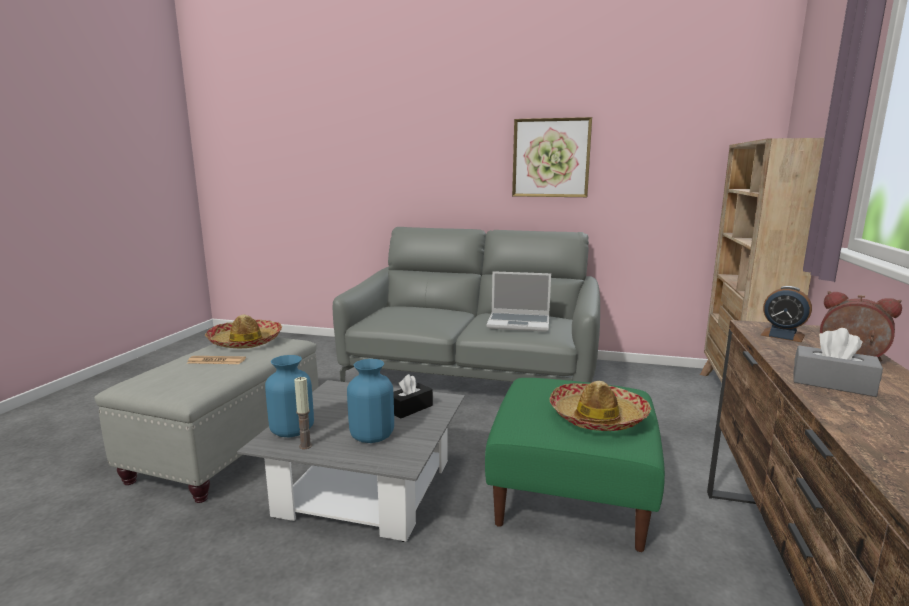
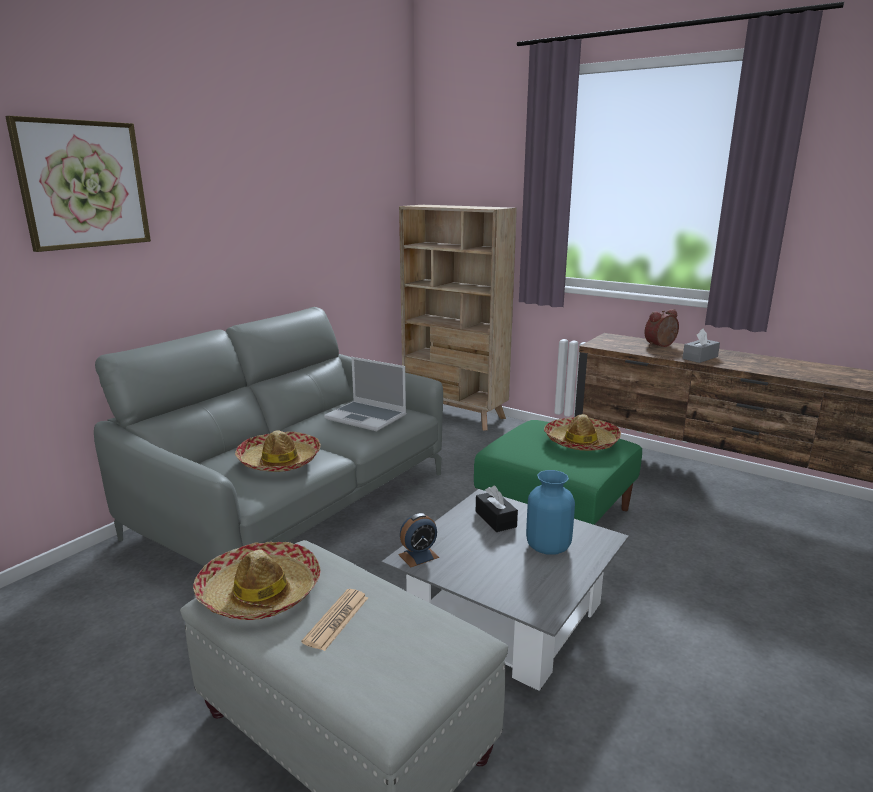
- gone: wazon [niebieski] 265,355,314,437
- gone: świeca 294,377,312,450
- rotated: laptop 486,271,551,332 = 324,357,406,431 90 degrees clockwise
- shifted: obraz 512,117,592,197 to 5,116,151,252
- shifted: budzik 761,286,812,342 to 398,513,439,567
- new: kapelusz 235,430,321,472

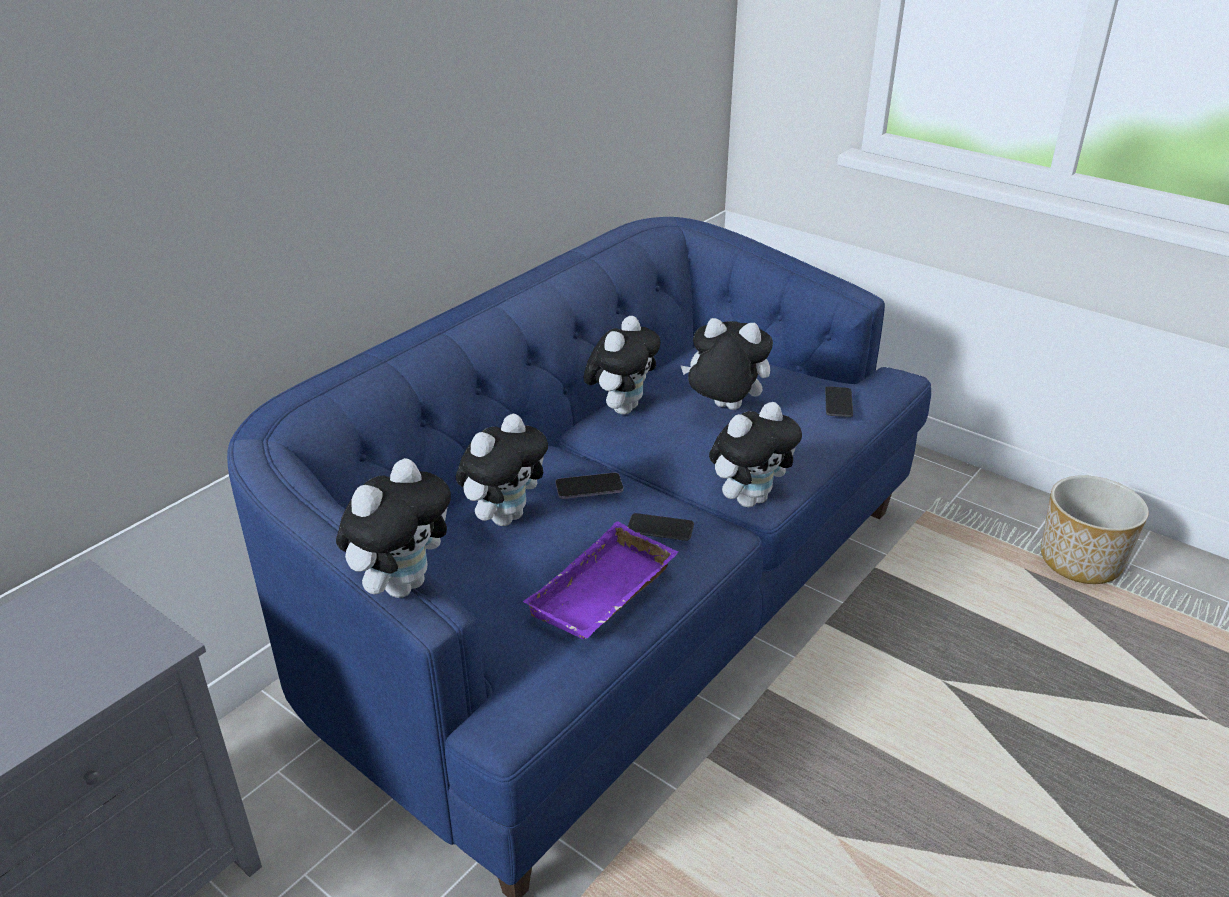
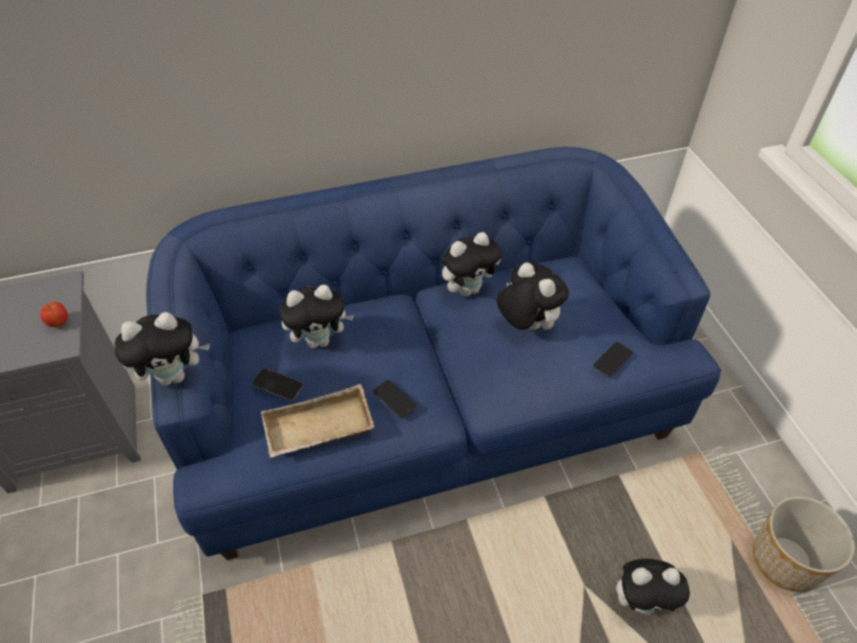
- repainted: taca [fioletowy] 523,521,678,639 to taca [beżowy] 261,384,375,458
- shifted: telefon 555,473,623,499 to 252,368,304,401
- shifted: pluszak 709,402,802,507 to 616,559,690,614
- new: jabłko 40,302,68,327

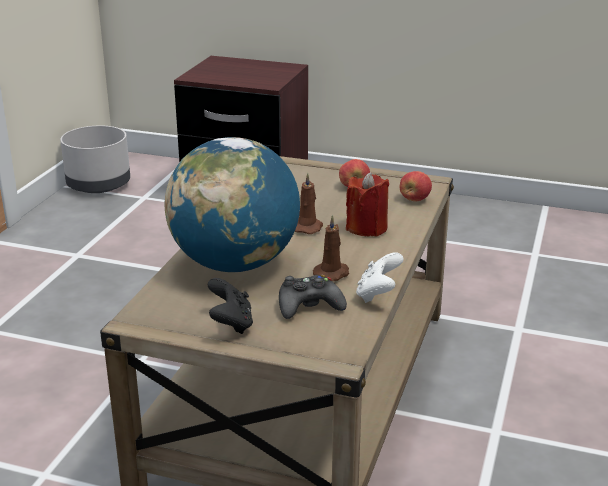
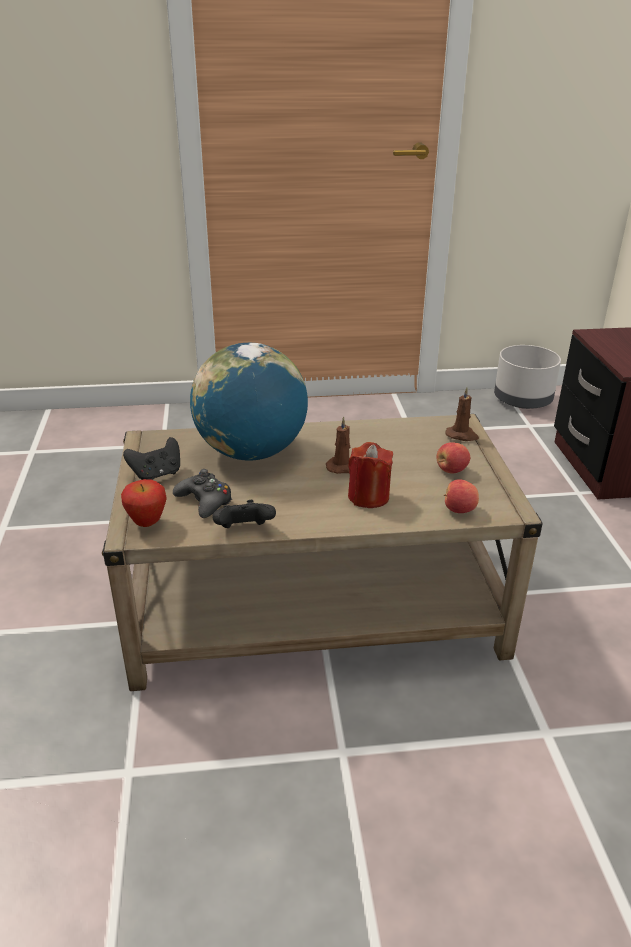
- shifted: świeca [brązowy] 313,215,349,281 to 445,387,479,441
- repainted: pad do gier [biały] 356,252,404,303 to pad do gier [czarny] 213,500,276,528
- new: jabłko 121,479,167,527

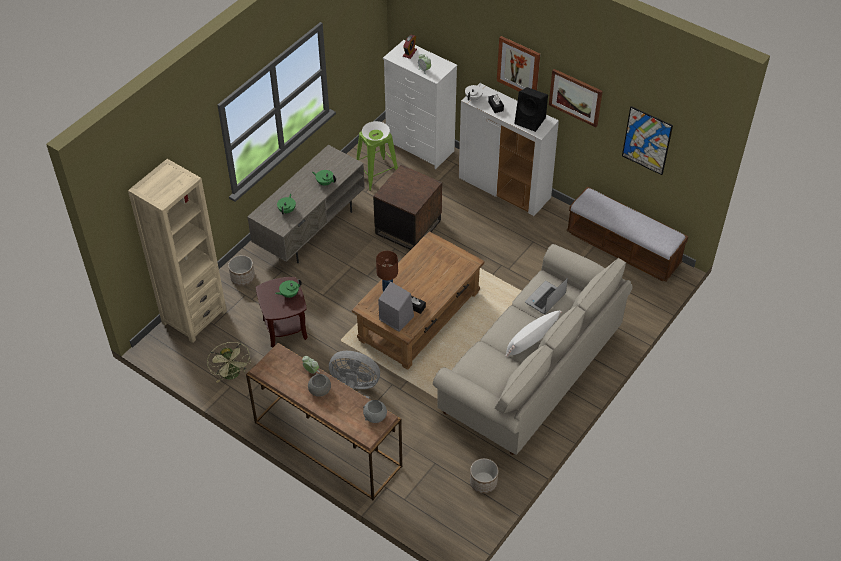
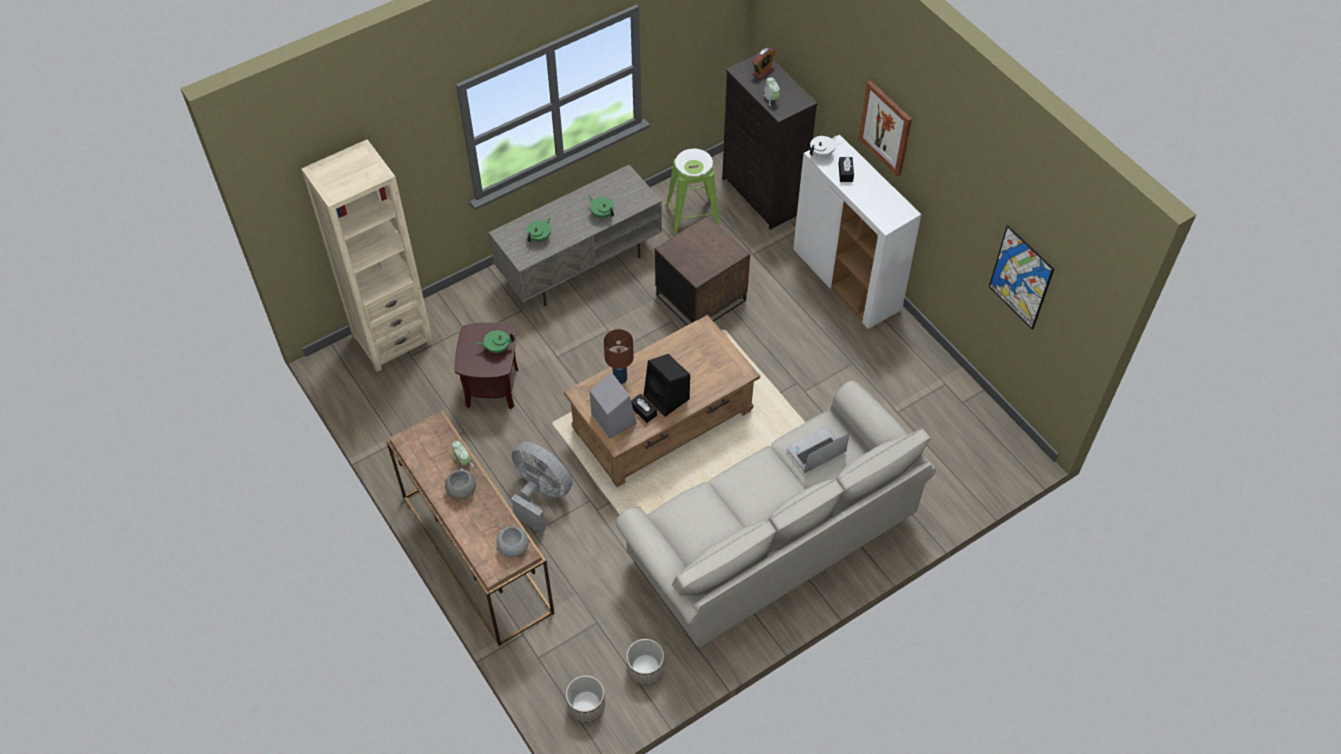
- gone: wentylator [zielony] 207,342,251,383
- shifted: donica 228,255,255,286 to 566,675,605,723
- repainted: komoda [biały] 383,40,457,169 to komoda [czarny] 722,54,818,230
- gone: poduszka [biały] 505,311,562,357
- shifted: głośnik [czarny] 514,87,548,132 to 644,354,690,417
- gone: obraz 549,69,603,127
- gone: ławka 566,187,689,282

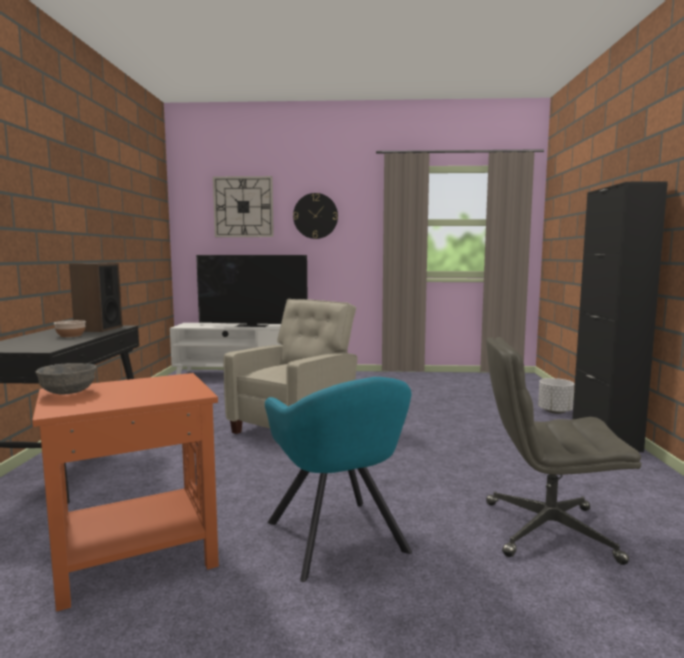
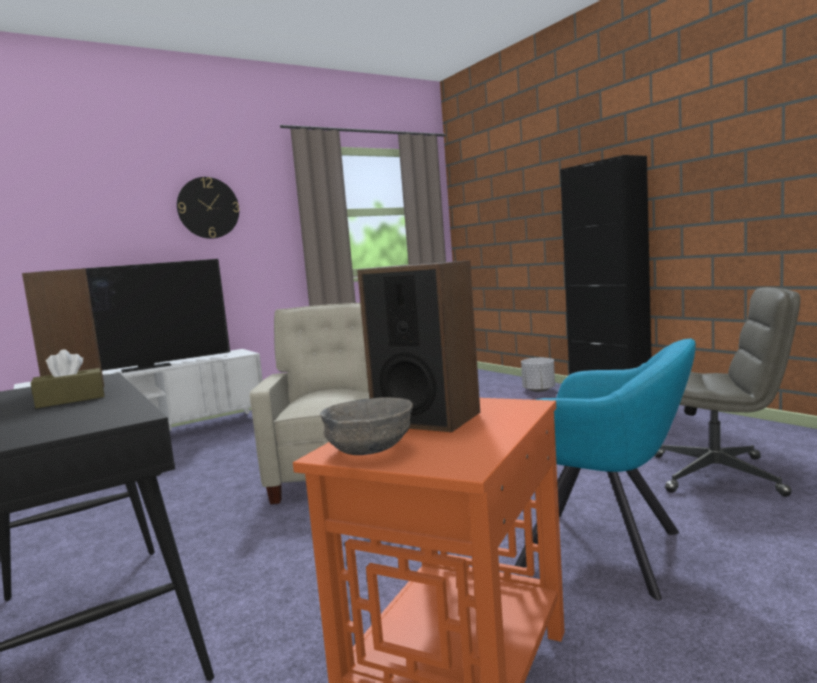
- swapped: miska 54,320,86,337 to pudełko chusteczek [brązowy] 31,349,105,409
- gone: zegar ścienny 213,176,274,237
- rotated: krzesło biurowe [szary] 486,337,641,565 = 654,287,801,497 135 degrees counterclockwise
- new: głośnik 357,260,480,432

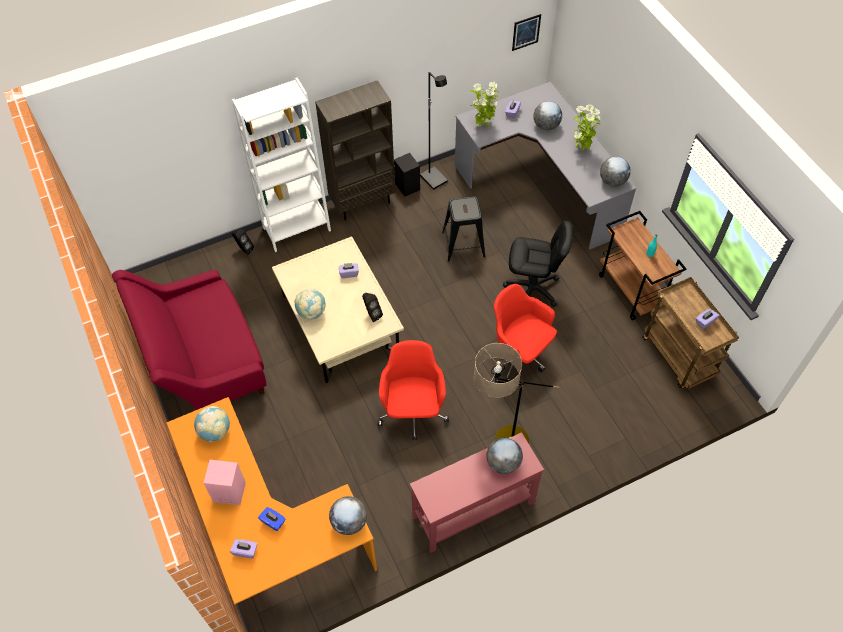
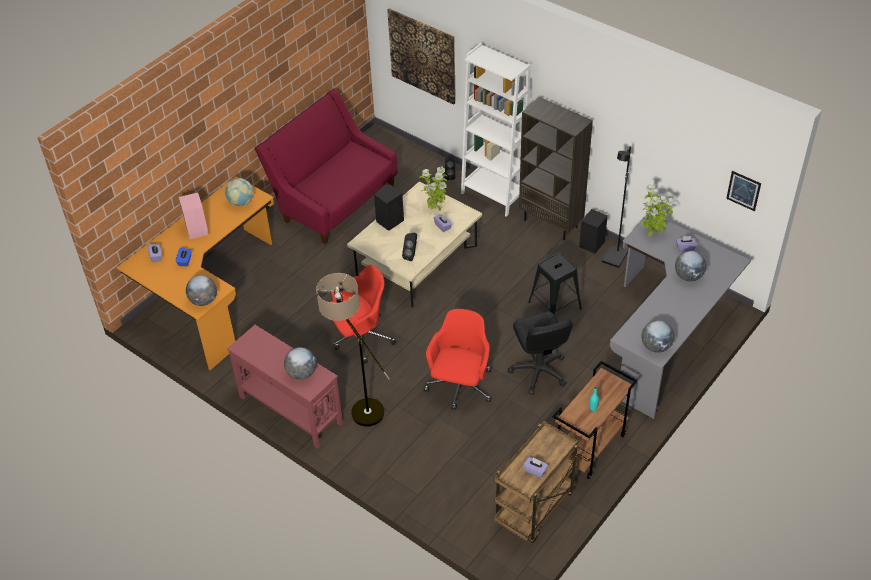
- swapped: globus 294,288,326,319 to głośnik [czarny] 374,184,404,231
- shifted: roślina doniczkowa 573,104,601,150 to 419,167,447,211
- new: obraz 387,8,456,105

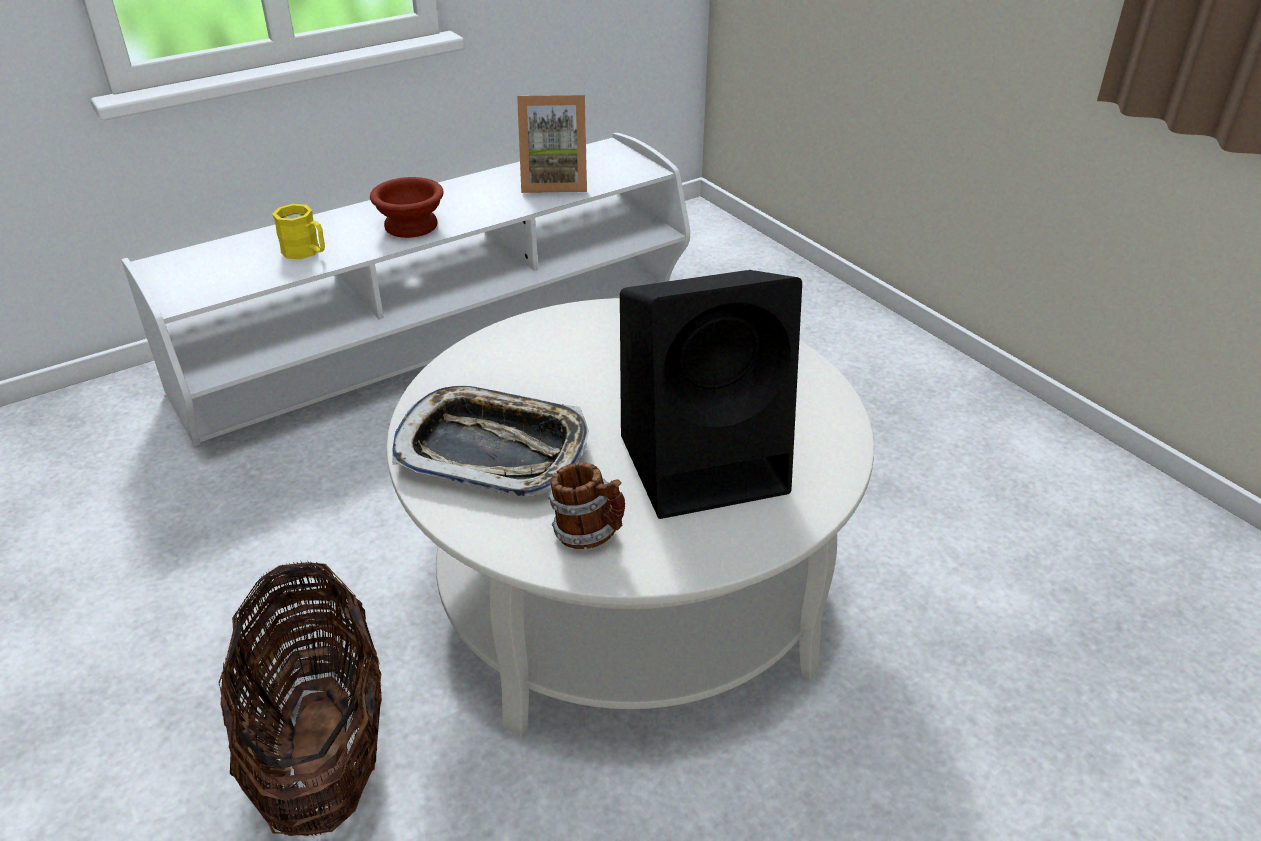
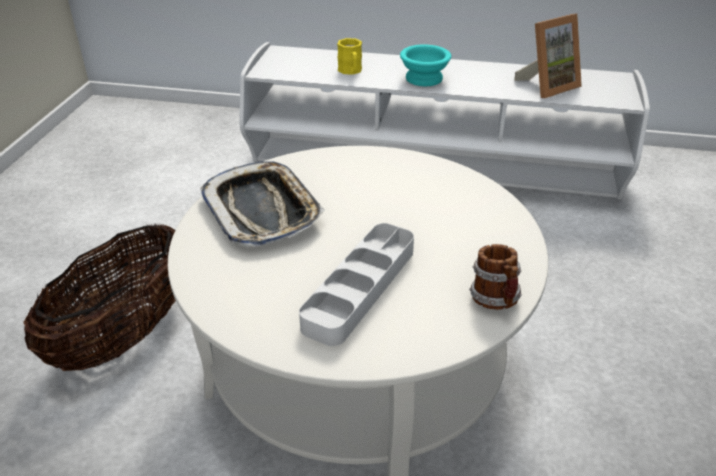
- repainted: miska [brązowy] 370,177,444,238 to miska [turkusowy] 400,45,451,86
- rotated: ramka na zdjęcie 517,95,587,193 = 515,14,582,98 75 degrees counterclockwise
- shifted: kubek 548,462,625,549 to 469,244,522,310
- swapped: głośnik [czarny] 620,270,802,519 to taca [szary] 299,223,414,346

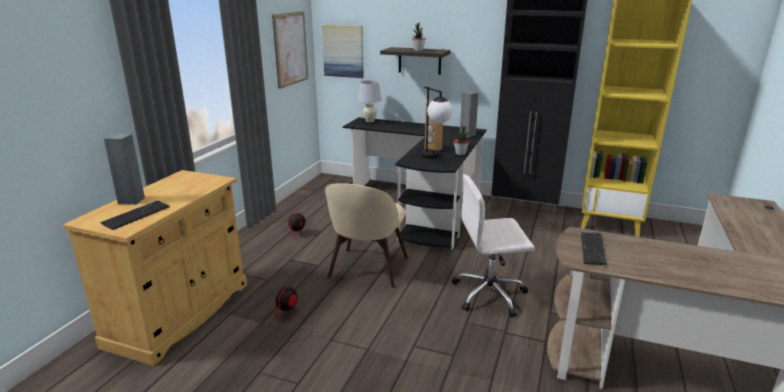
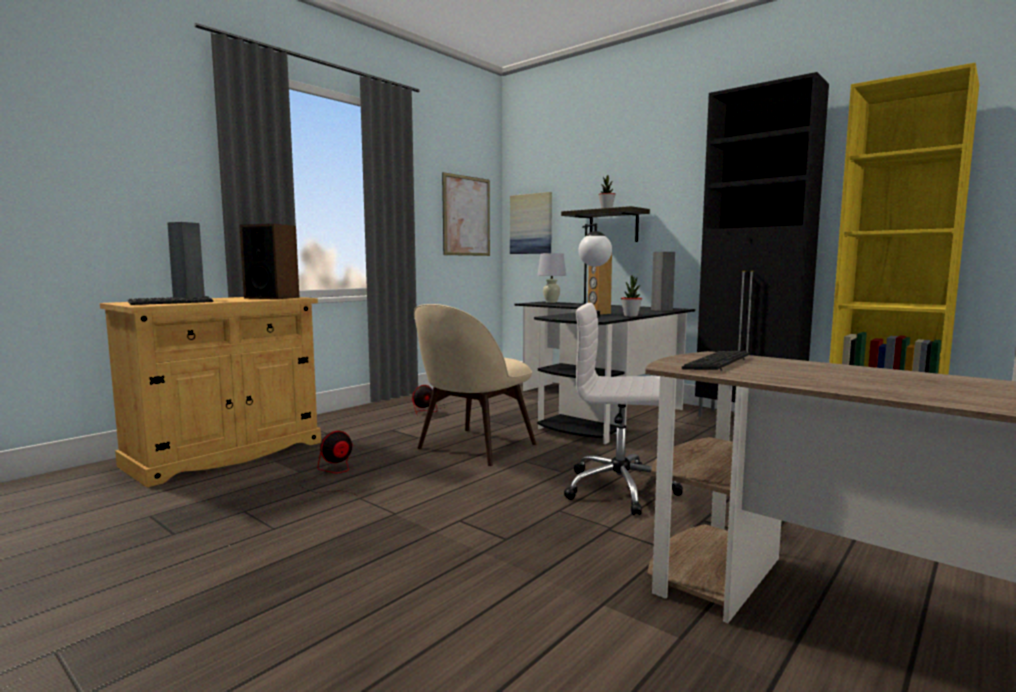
- new: głośnik 239,224,300,299

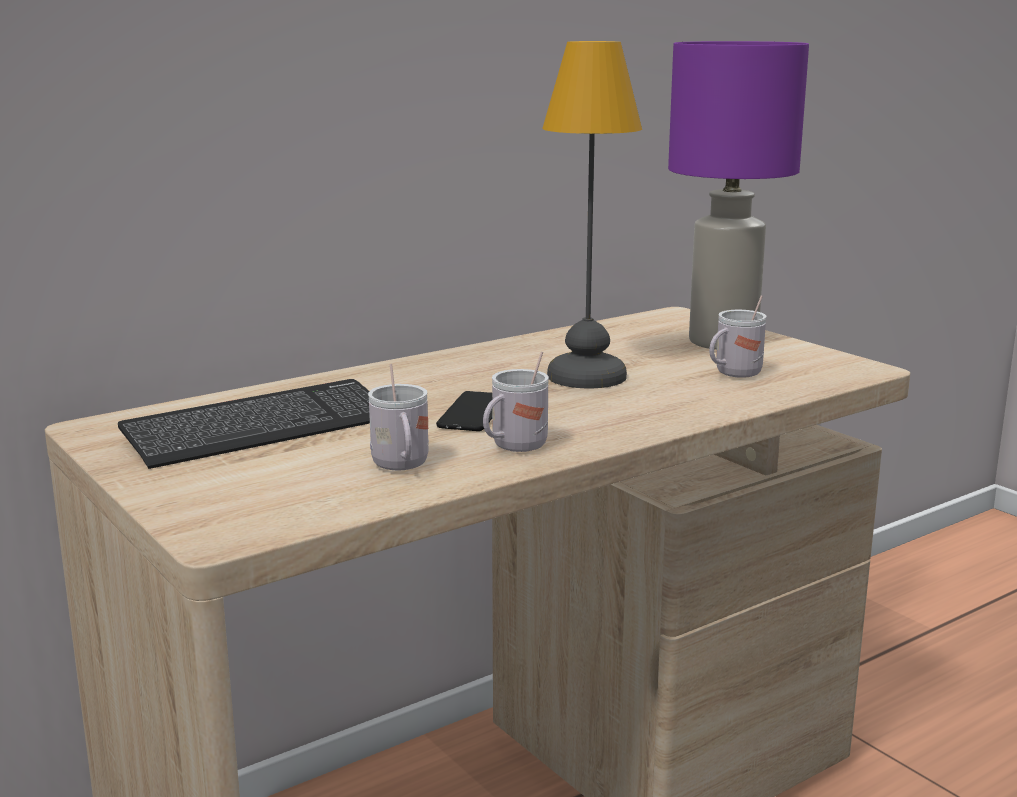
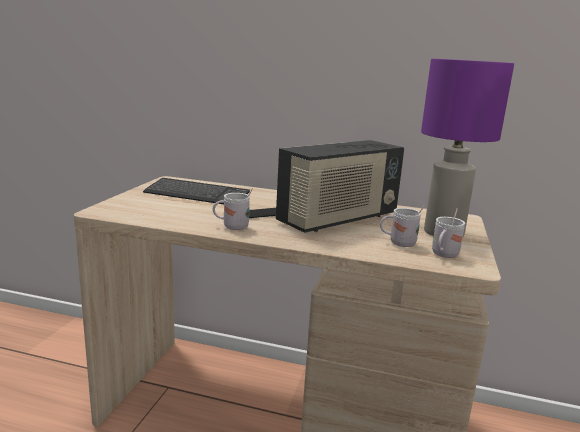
- shifted: kubek [biały] 368,364,429,471 to 432,208,465,258
- swapped: lampa stołowa 542,41,642,388 to radio 276,140,404,233

